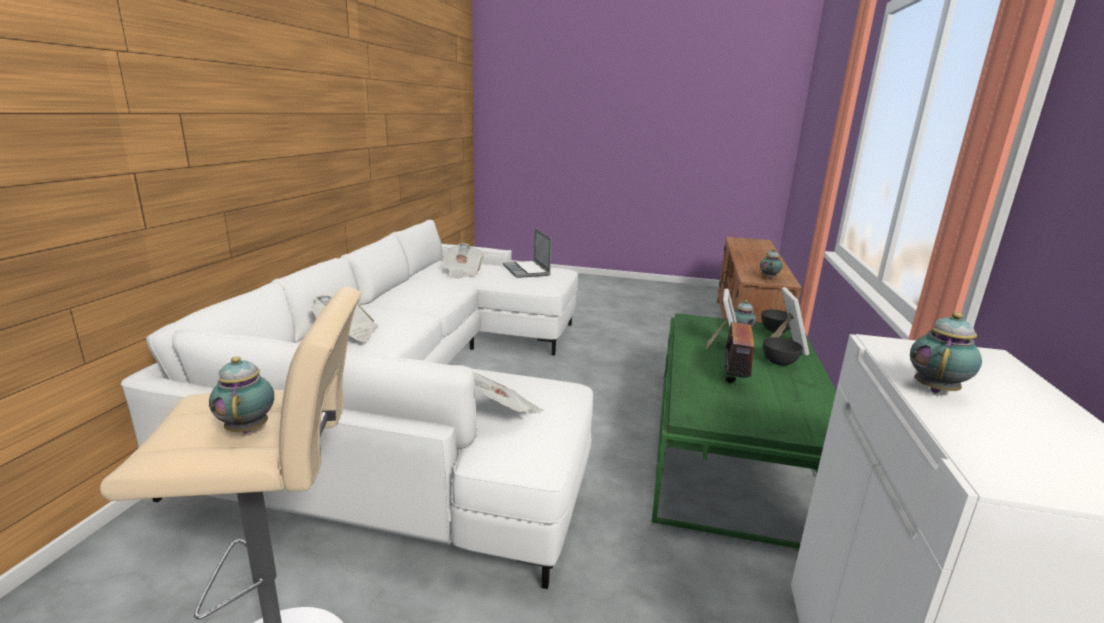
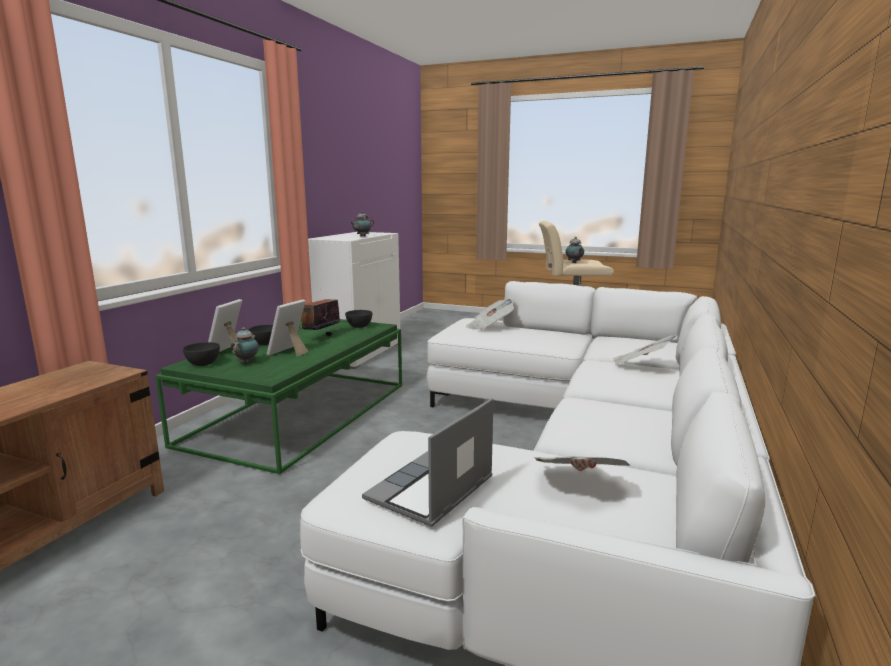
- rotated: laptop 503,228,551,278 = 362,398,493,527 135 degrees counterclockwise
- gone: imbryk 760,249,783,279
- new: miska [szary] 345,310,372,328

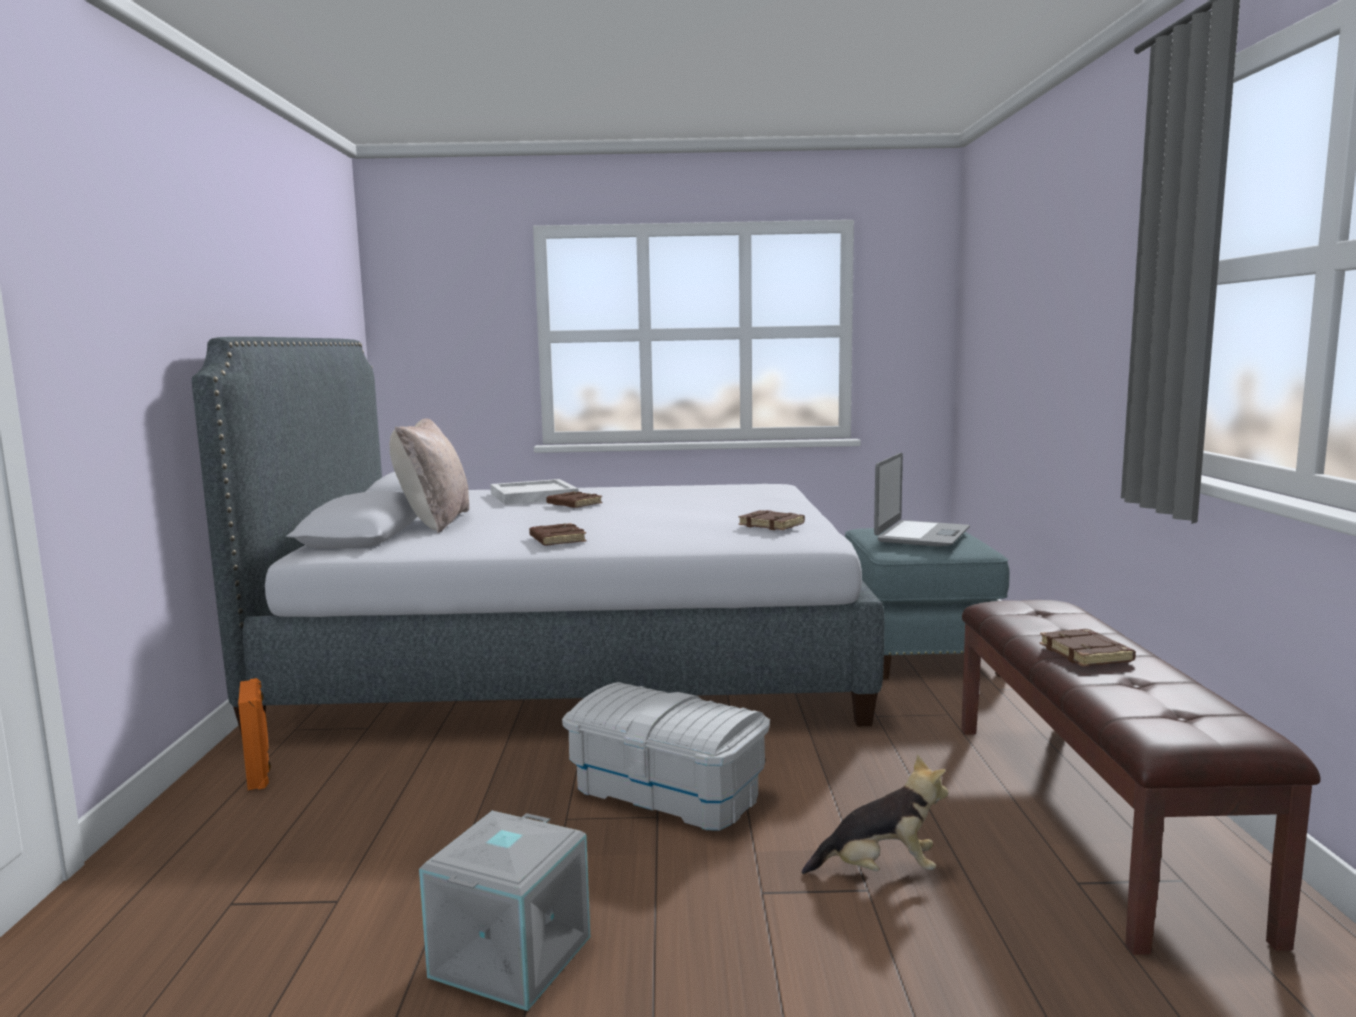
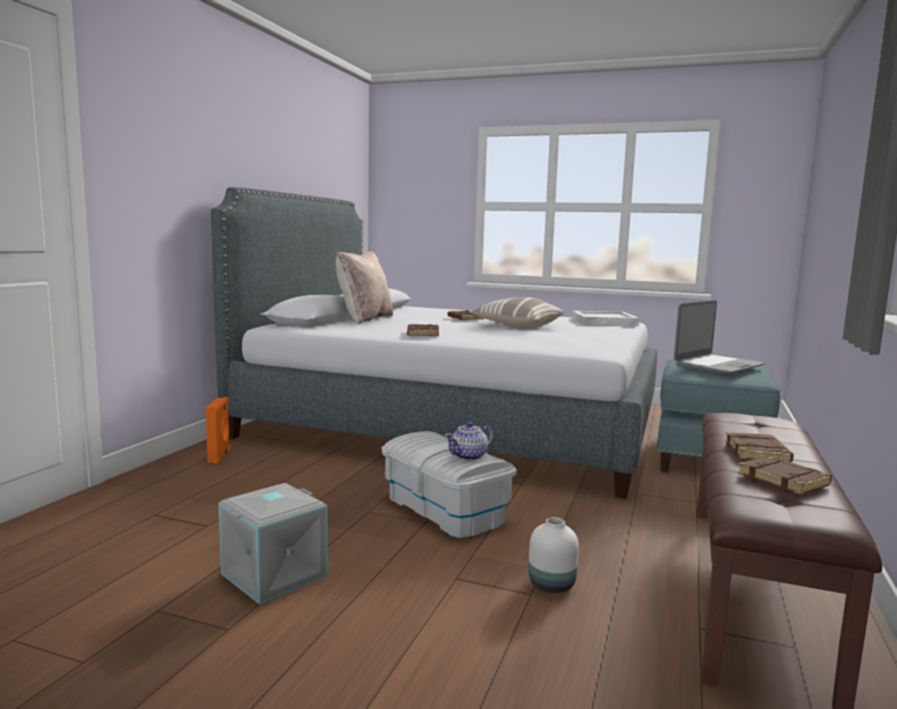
- shifted: taca [biały] 490,479,578,505 to 572,311,639,326
- shifted: książka [brązowy] 739,510,805,530 to 738,456,832,495
- swapped: pluszak 802,754,948,874 to wazon [biały] 528,517,579,593
- new: imbryk 445,422,493,461
- new: poduszka 470,297,564,328

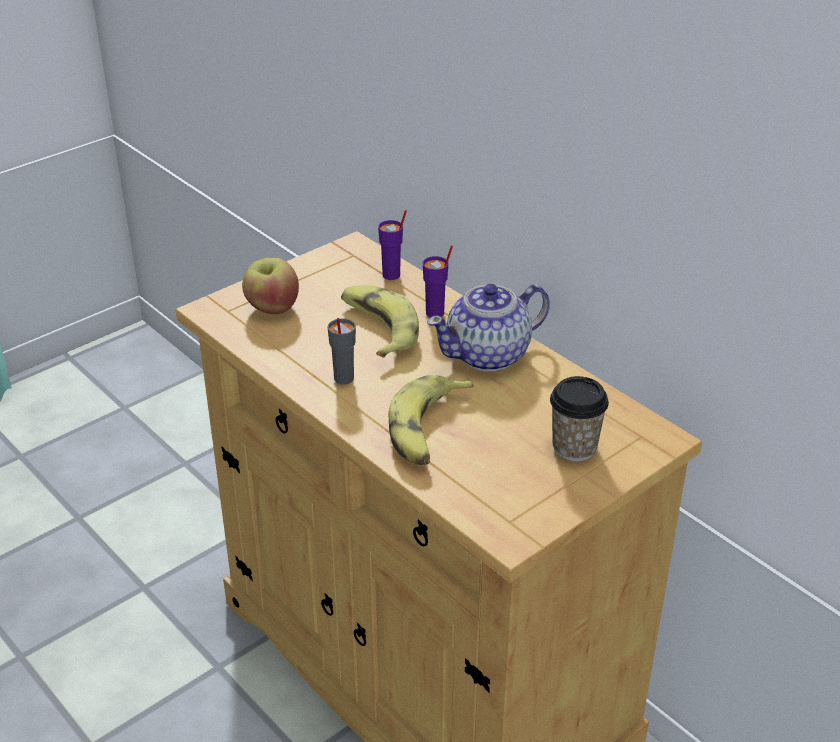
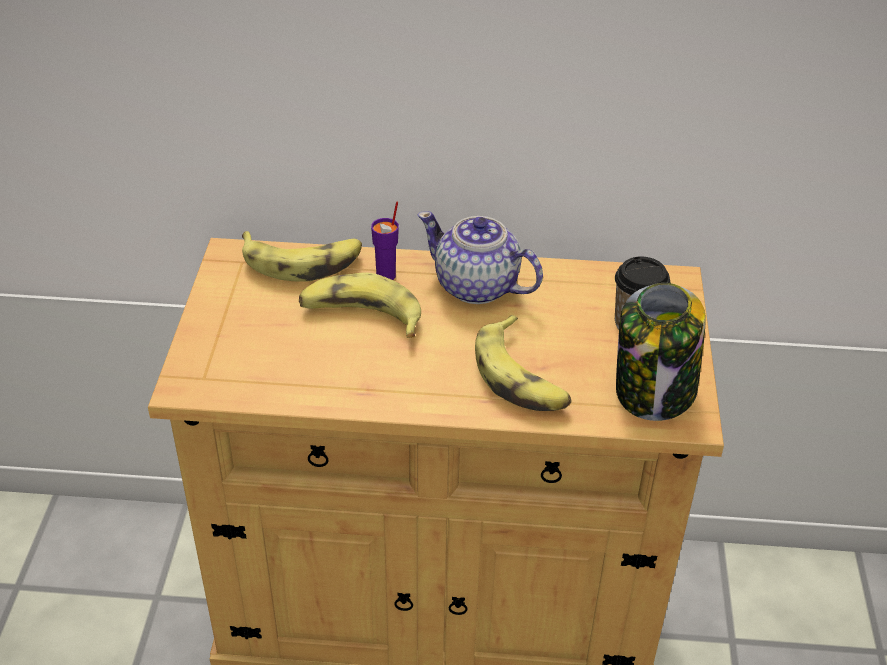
- gone: jabłko 242,258,299,314
- gone: filiżanka [szary] 328,318,356,384
- swapped: filiżanka [fioletowy] 378,210,407,280 to banan 242,231,362,282
- rotated: imbryk 427,284,549,371 = 417,211,543,304 105 degrees clockwise
- new: słoik 616,283,706,421

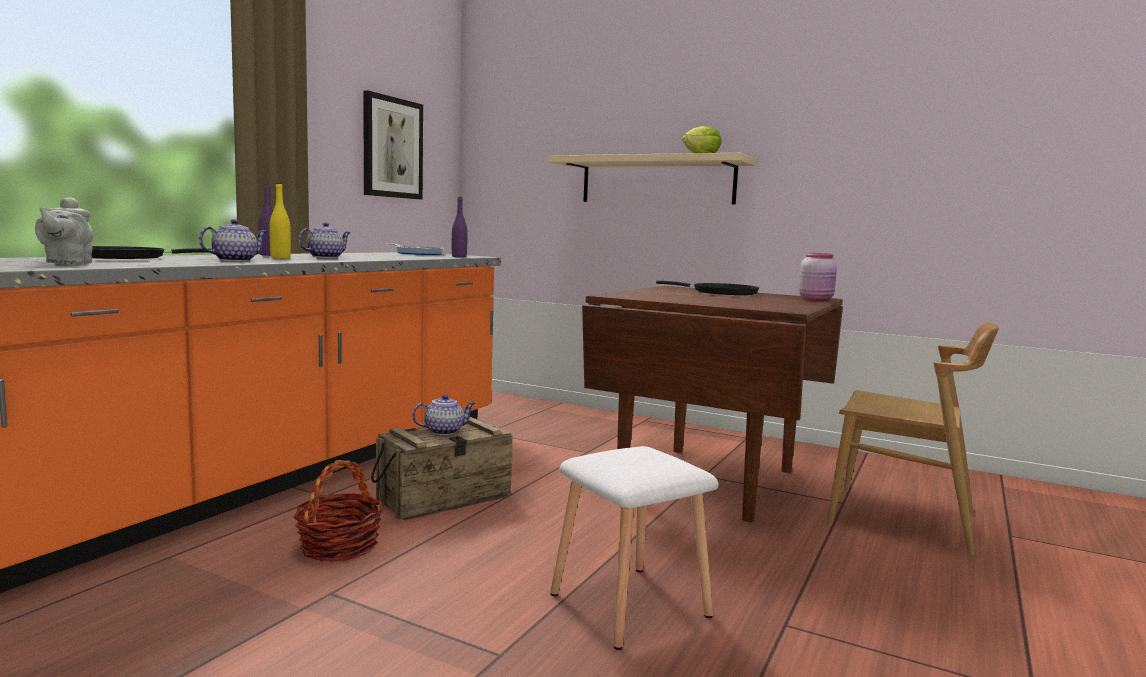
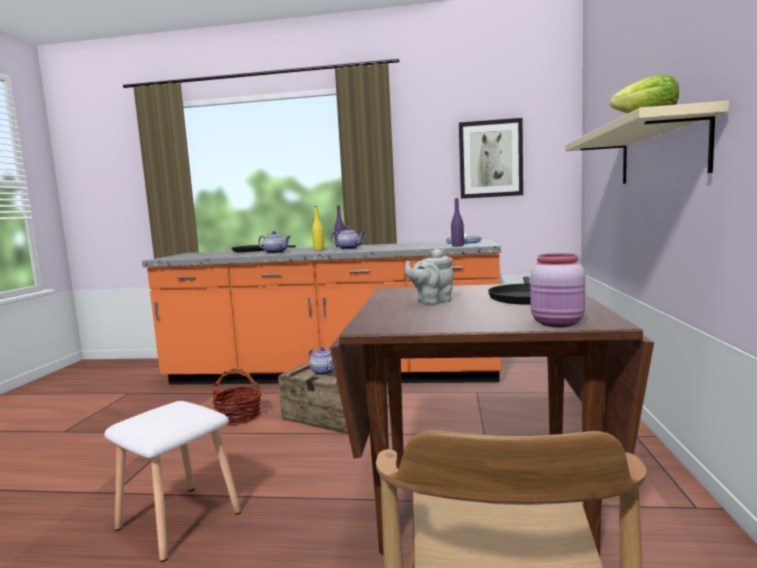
- shifted: imbryk [szary] 35,197,93,265 to 405,249,454,305

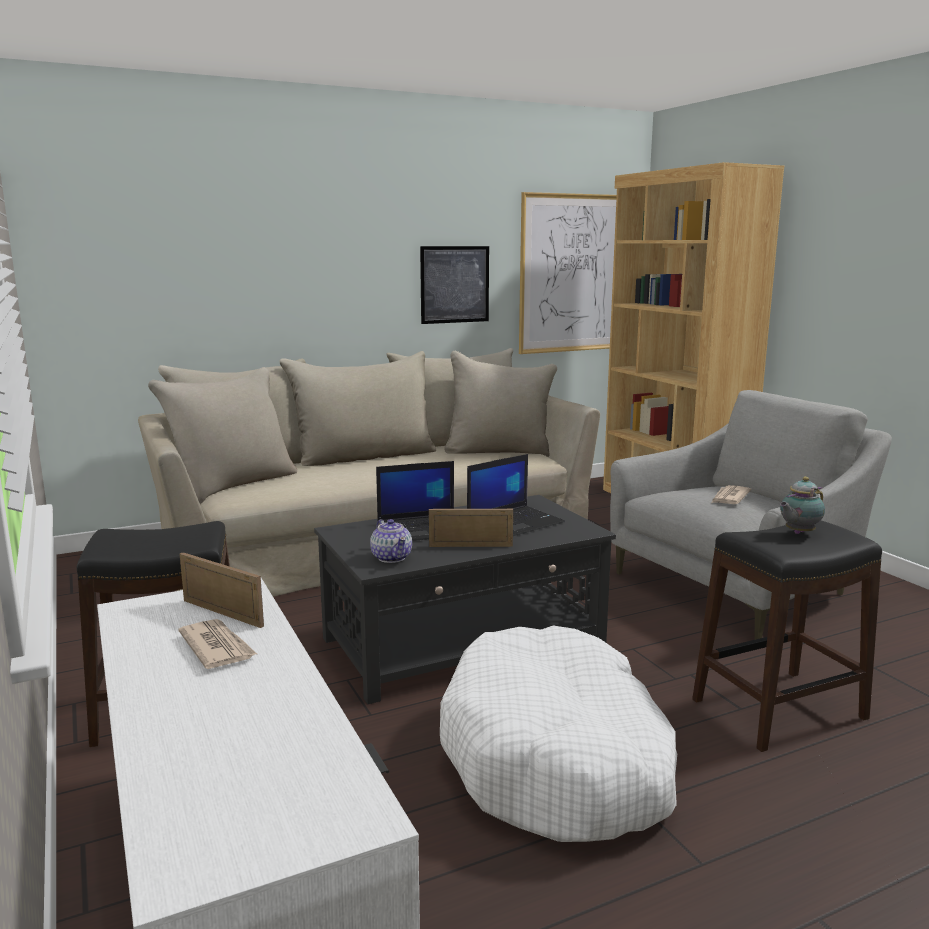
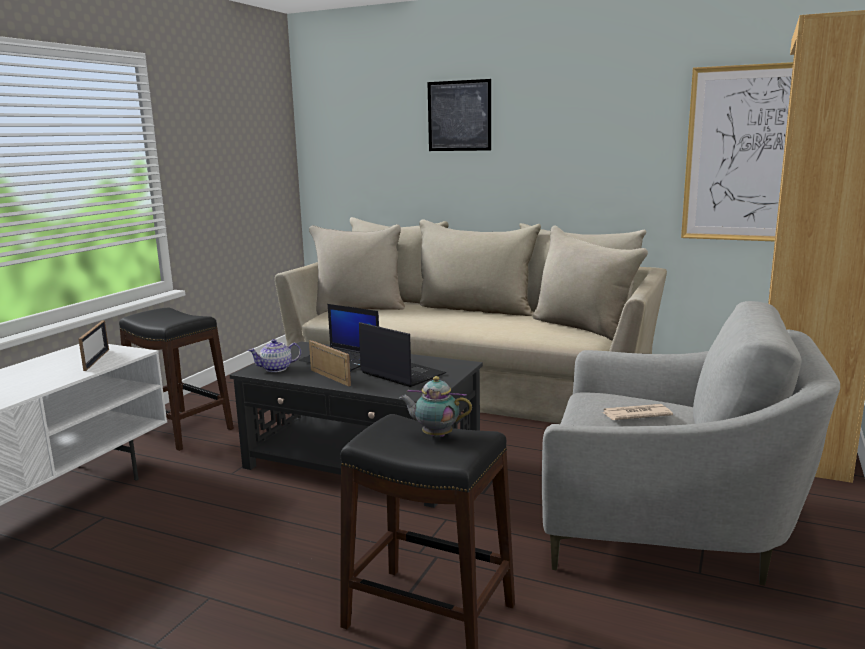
- gone: gazeta 178,619,257,669
- rotated: imbryk 370,519,412,563 = 248,339,301,372 45 degrees clockwise
- shifted: obraz 420,246,489,324 to 427,79,491,151
- gone: legowisko [biały] 440,626,677,842
- rotated: laptop 467,454,565,536 = 359,322,446,387 150 degrees counterclockwise

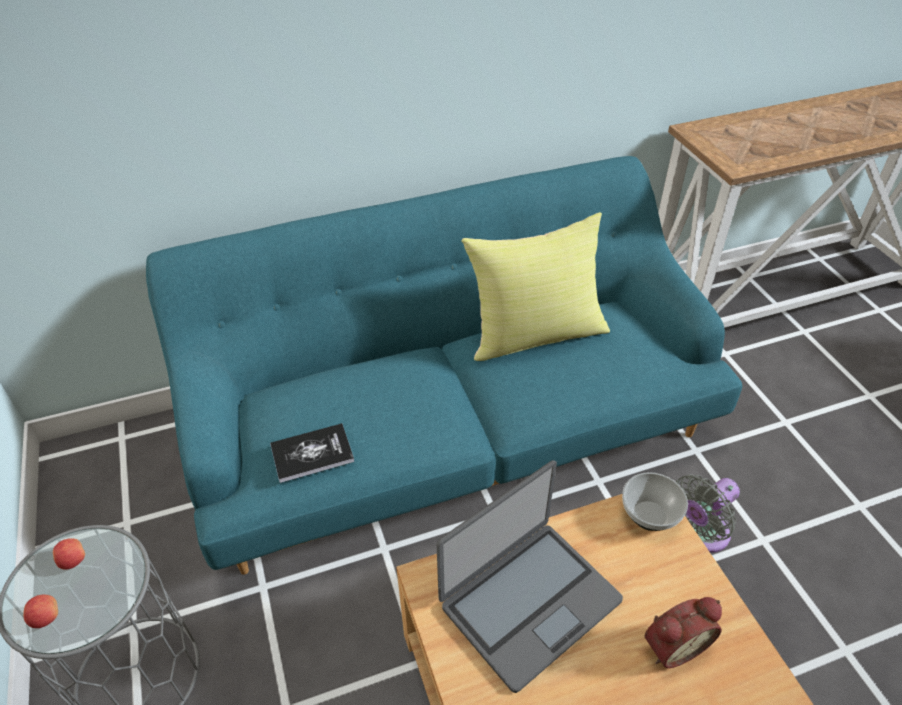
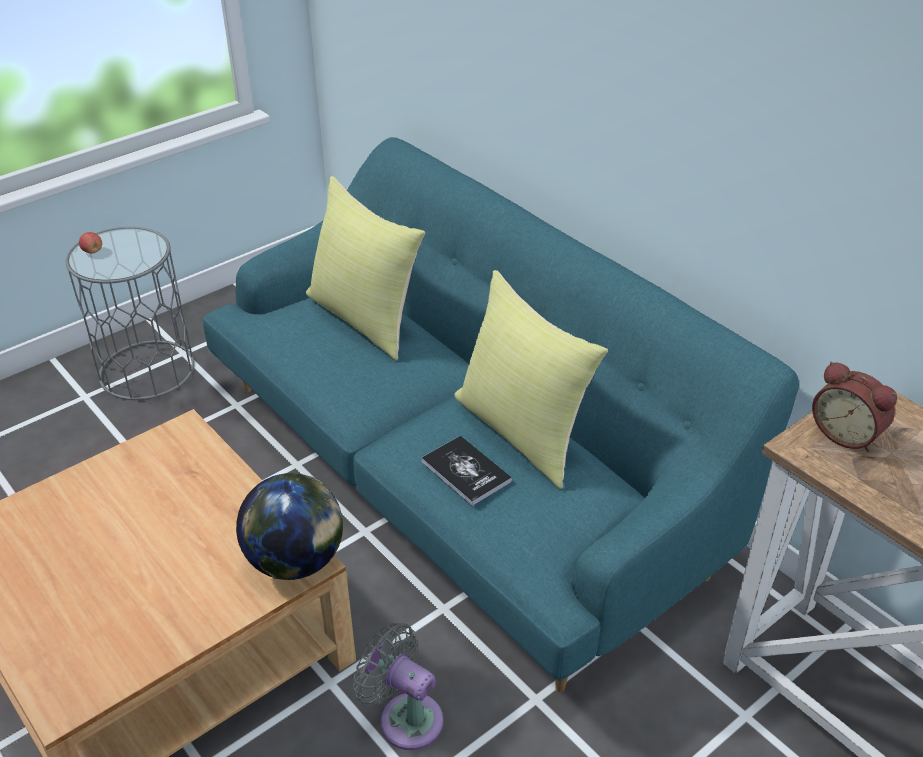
- gone: jabłko 53,538,85,570
- shifted: książka 270,423,354,483 to 421,436,512,506
- gone: laptop 436,460,623,693
- swapped: miska 622,472,688,531 to globus 236,473,343,580
- shifted: budzik 645,597,722,668 to 812,361,897,452
- new: poduszka [żółty] 306,176,425,360

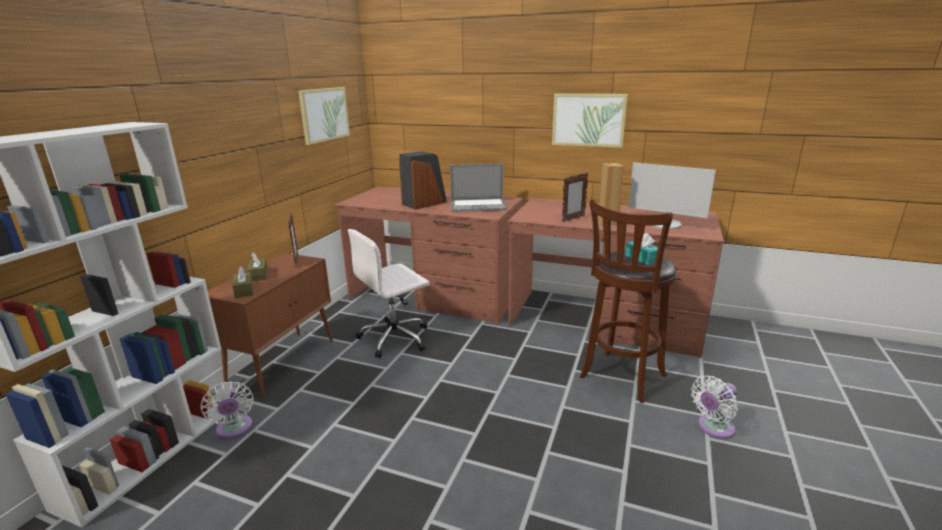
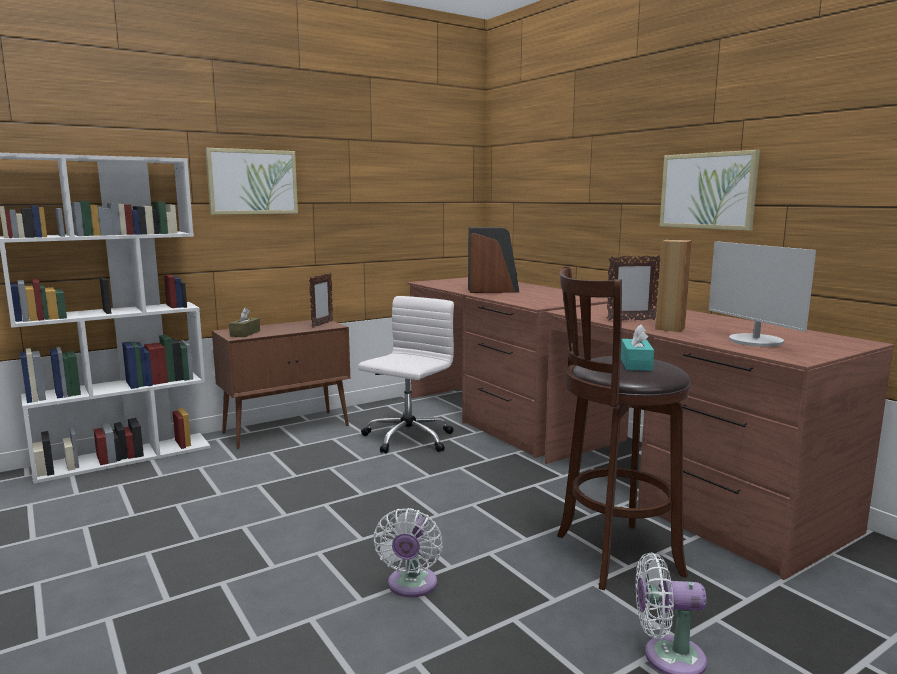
- shifted: wentylator [biały] 200,381,254,439 to 373,508,443,598
- gone: pudełko chusteczek [brązowy] 247,253,268,281
- shifted: obraz 298,87,350,145 to 205,148,298,215
- rotated: krzesło biurowe [biały] 348,229,430,358 = 358,296,454,453 120 degrees clockwise
- gone: laptop 450,163,507,212

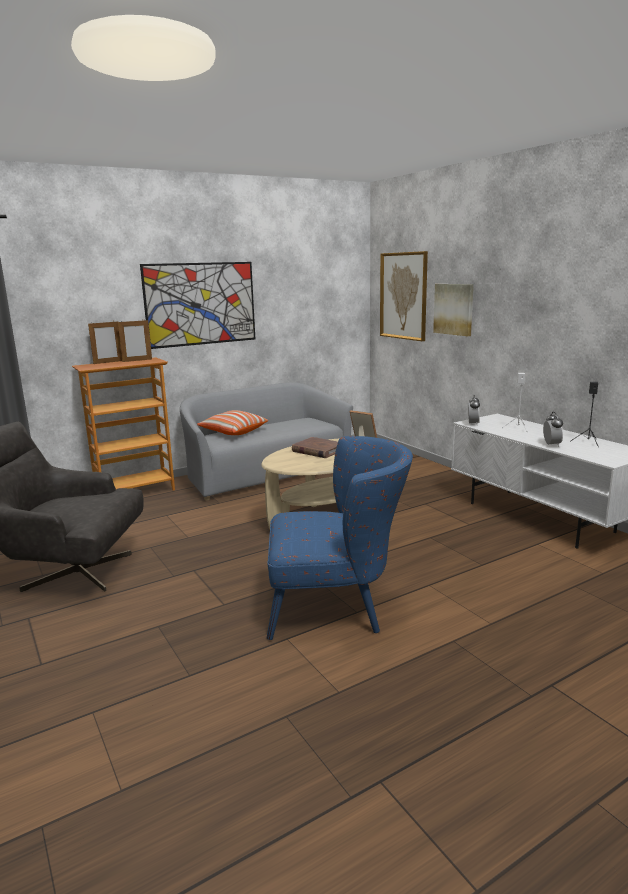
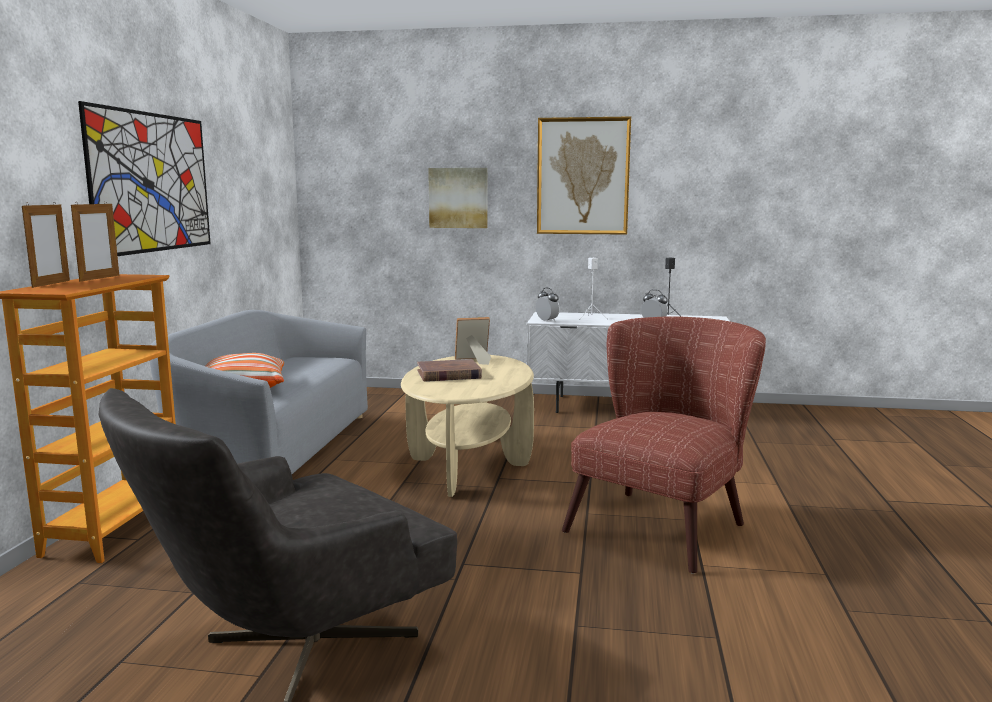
- repainted: fotel [niebieski] 267,436,413,640 to fotel [brązowy] 562,316,766,574
- shifted: obraz 380,251,428,341 to 537,116,631,235

